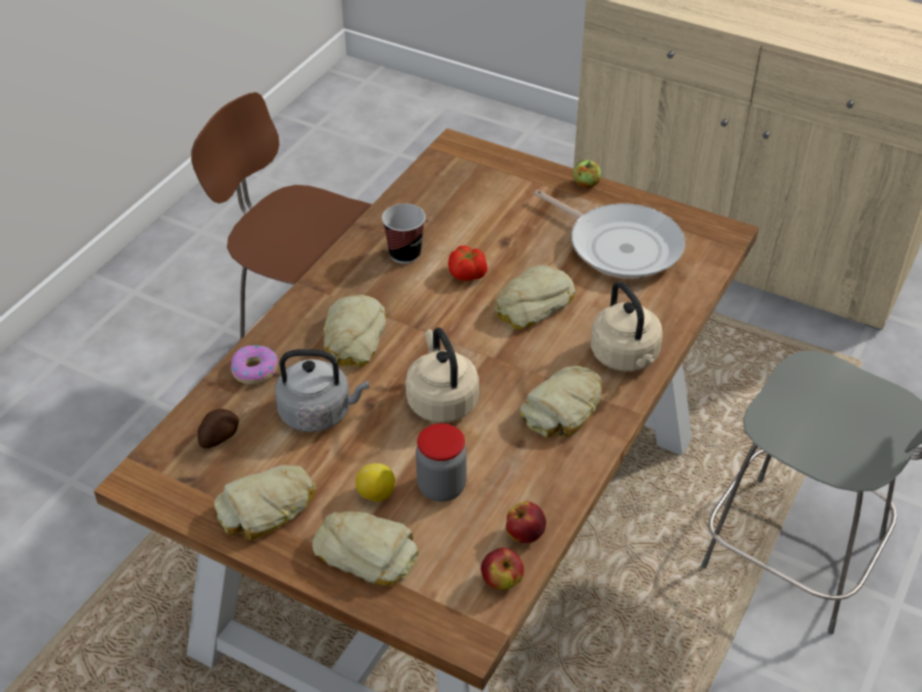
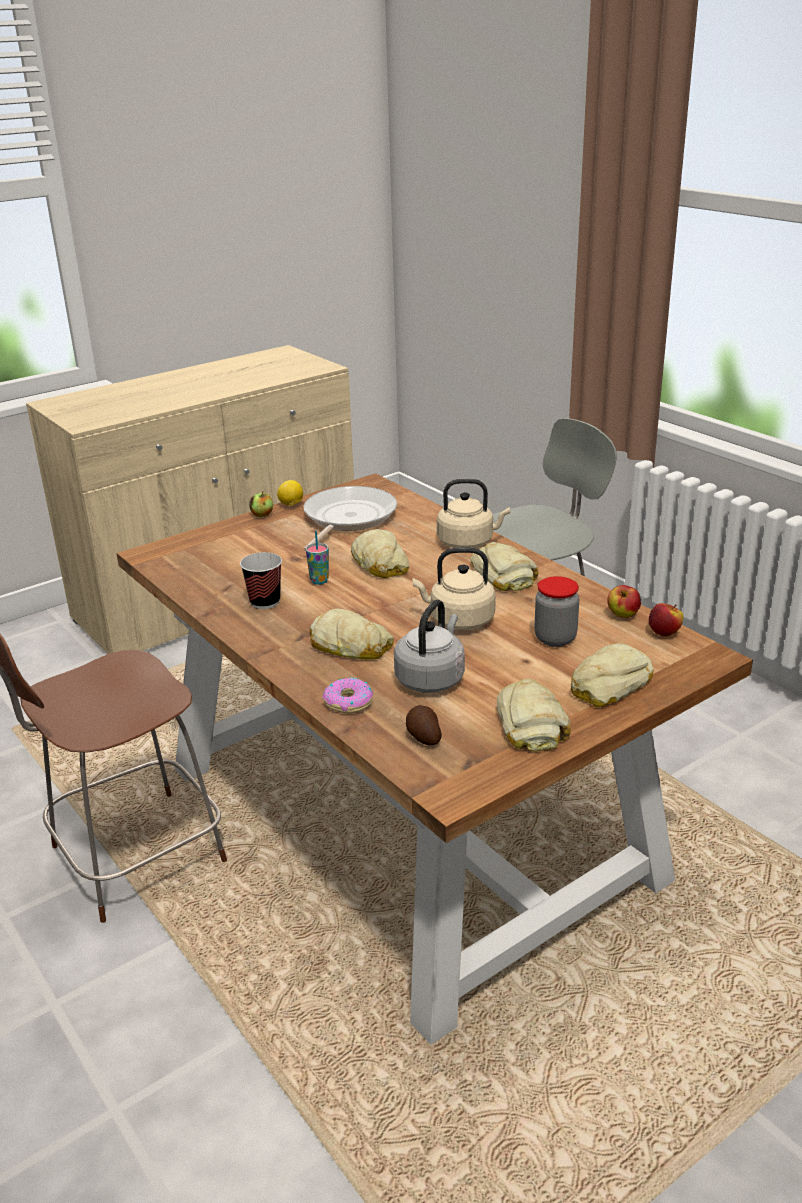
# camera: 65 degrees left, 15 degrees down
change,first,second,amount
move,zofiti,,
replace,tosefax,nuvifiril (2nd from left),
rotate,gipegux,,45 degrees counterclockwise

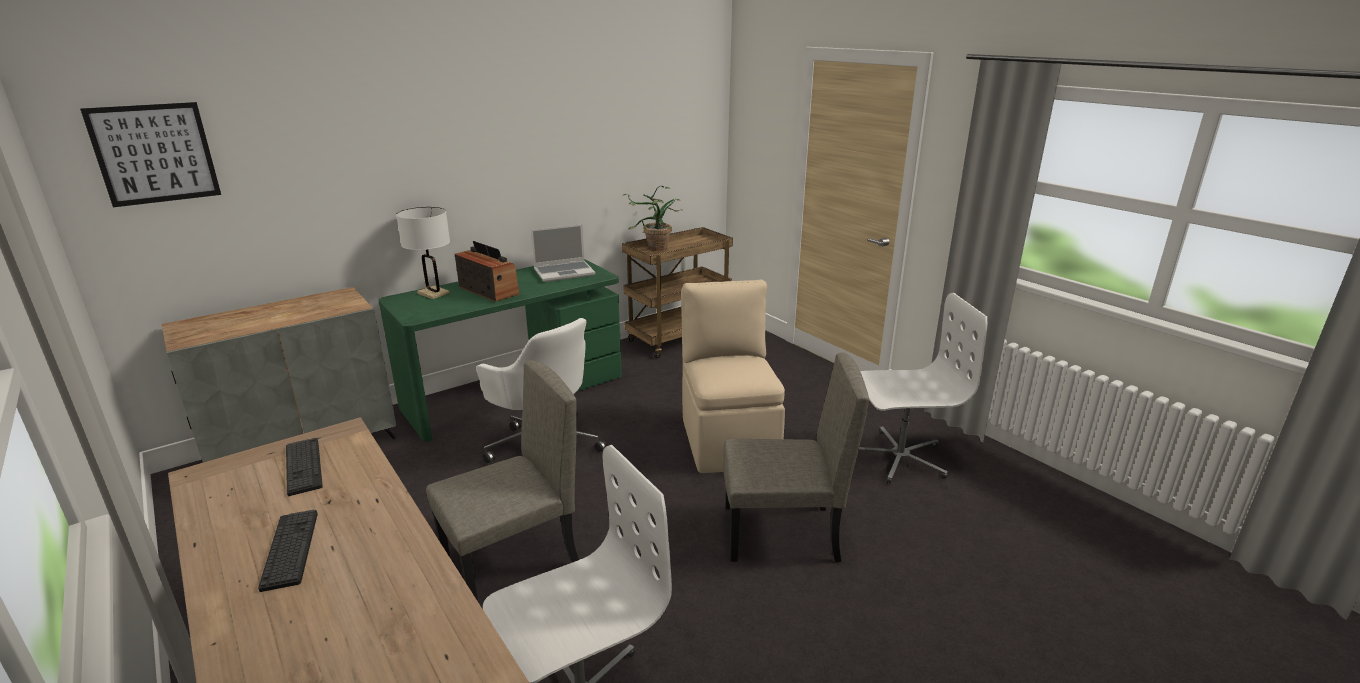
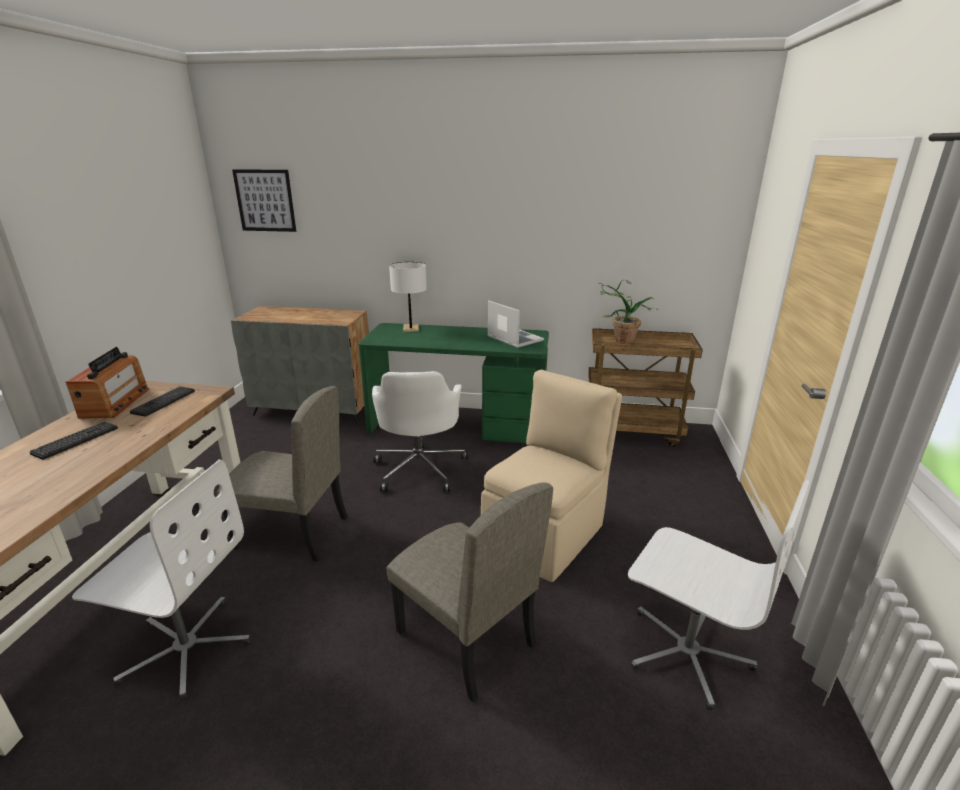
# camera: 45 degrees right, 0 degrees up
change,first,second,amount
move,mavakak,,
rotate,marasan,,150 degrees counterclockwise

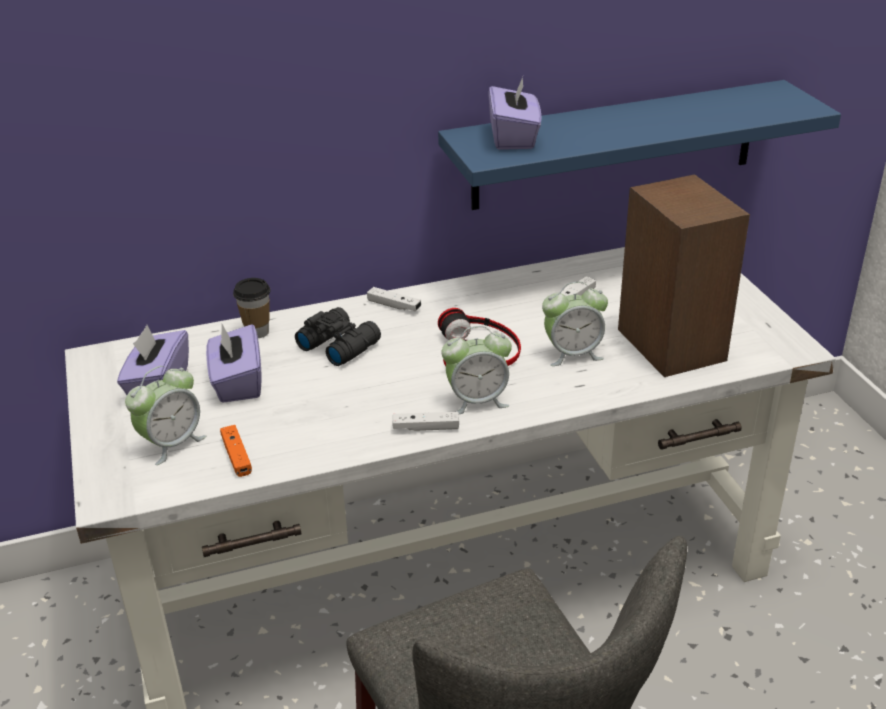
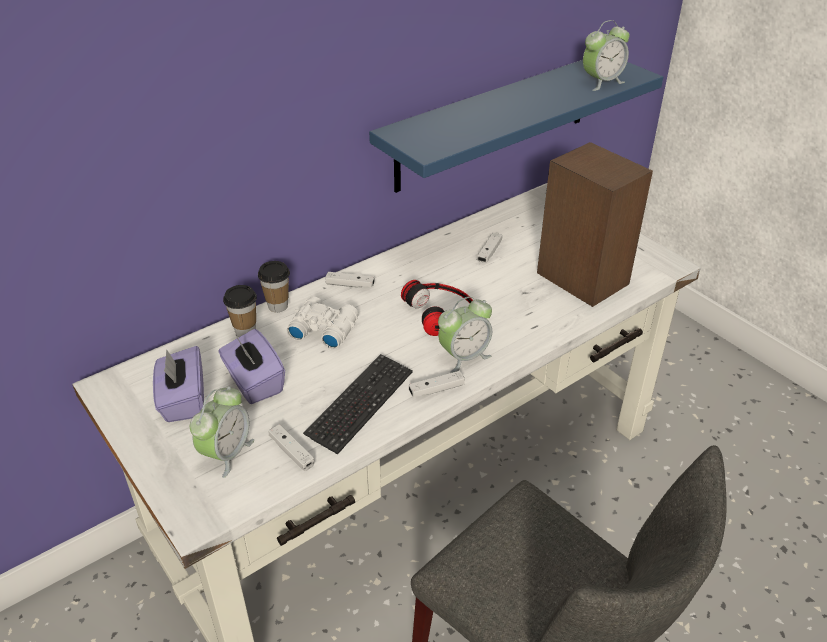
# camera: 20 degrees left, 5 degrees up
change,first,second,amount
delete,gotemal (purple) (3rd from left),,
insert,,nuvifiril (2nd from left),
insert,,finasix,
move,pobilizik (3rd from left),,
recolor,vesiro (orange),vesiro (white) (1st from left),
recolor,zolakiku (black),zolakiku (white),

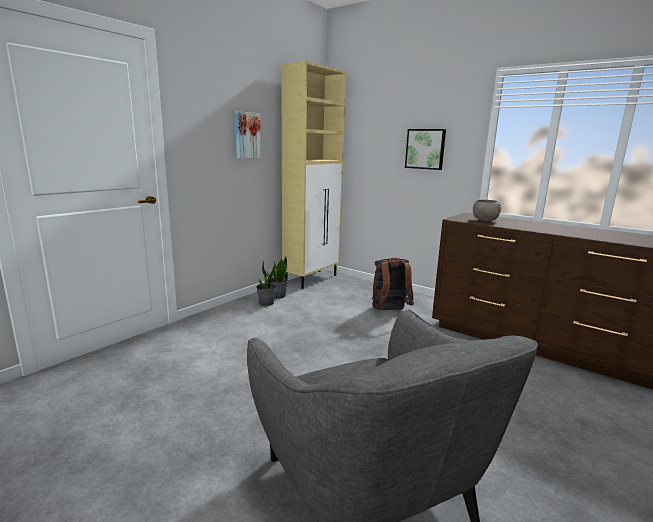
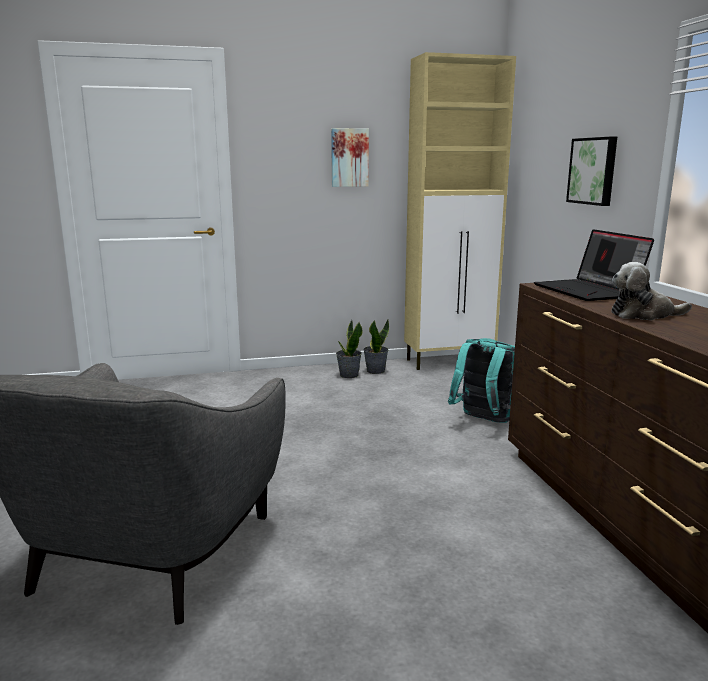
# camera: 40 degrees right, 0 degrees up
change,first,second,amount
insert,,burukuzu,
replace,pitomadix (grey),marasan,
recolor,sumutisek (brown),sumutisek (turquoise),

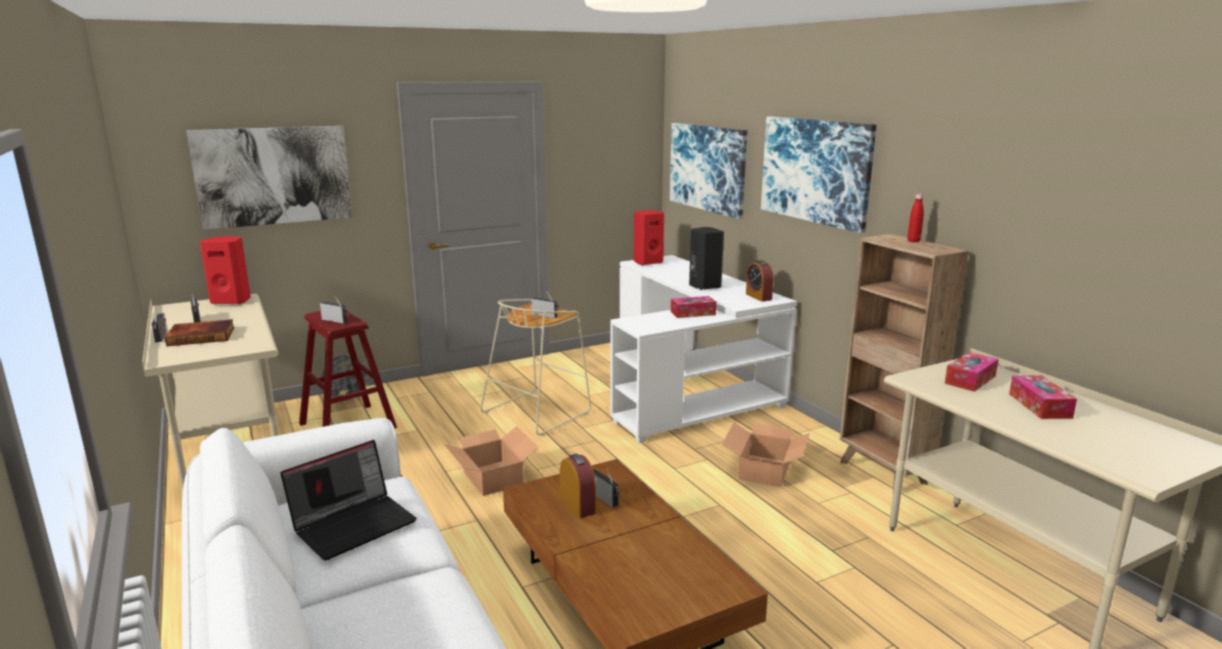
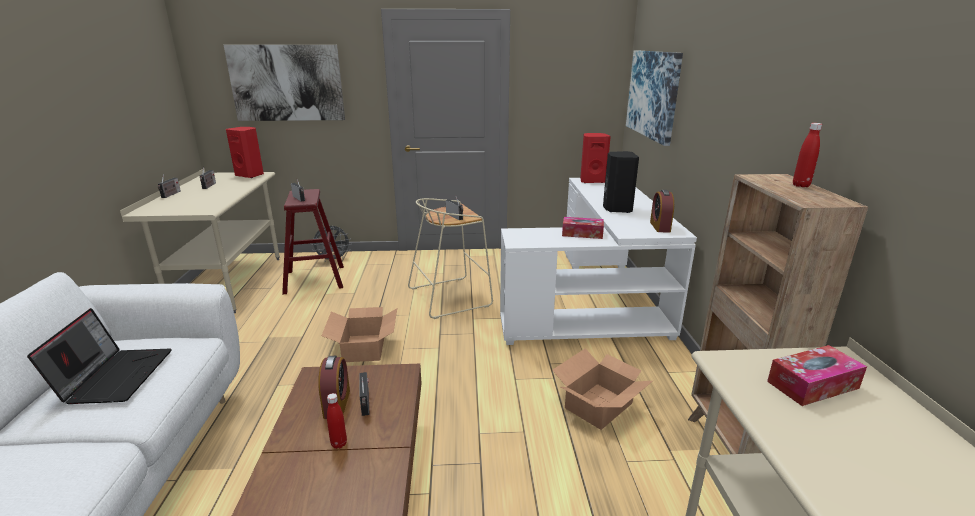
# camera: 25 degrees right, 5 degrees up
change,first,second,amount
delete,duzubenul,,
delete,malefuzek (3rd from left),,
delete,gotemal (3rd from left),,
insert,,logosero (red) (1st from left),
rotate,marasan,,75 degrees counterclockwise

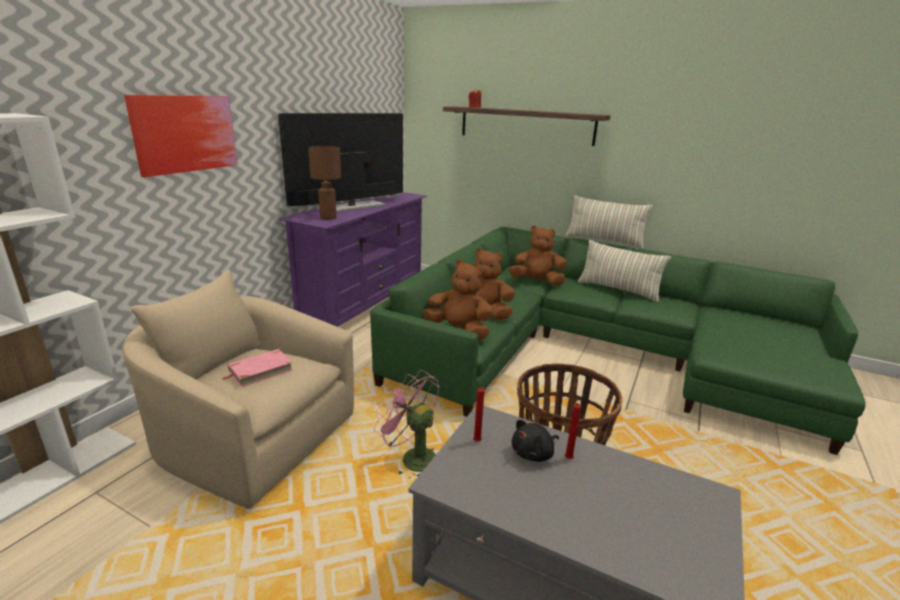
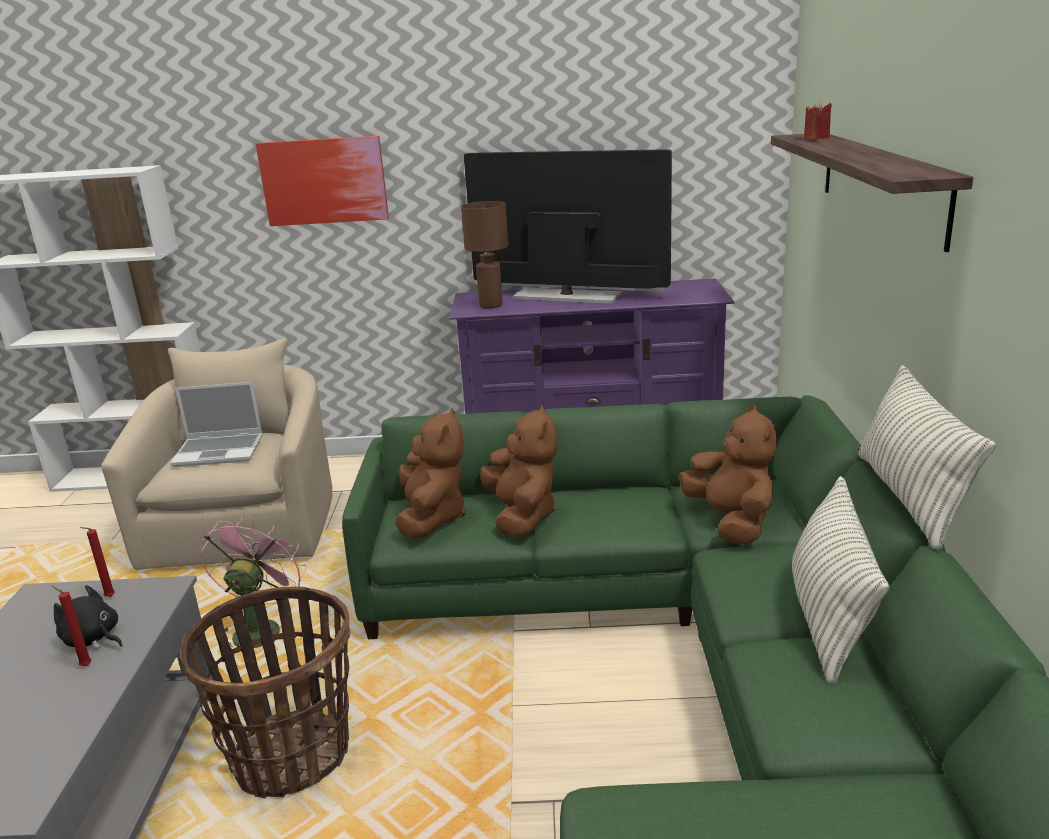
# camera: 65 degrees right, 0 degrees up
change,first,second,amount
replace,duzubenul (pink),marasan,

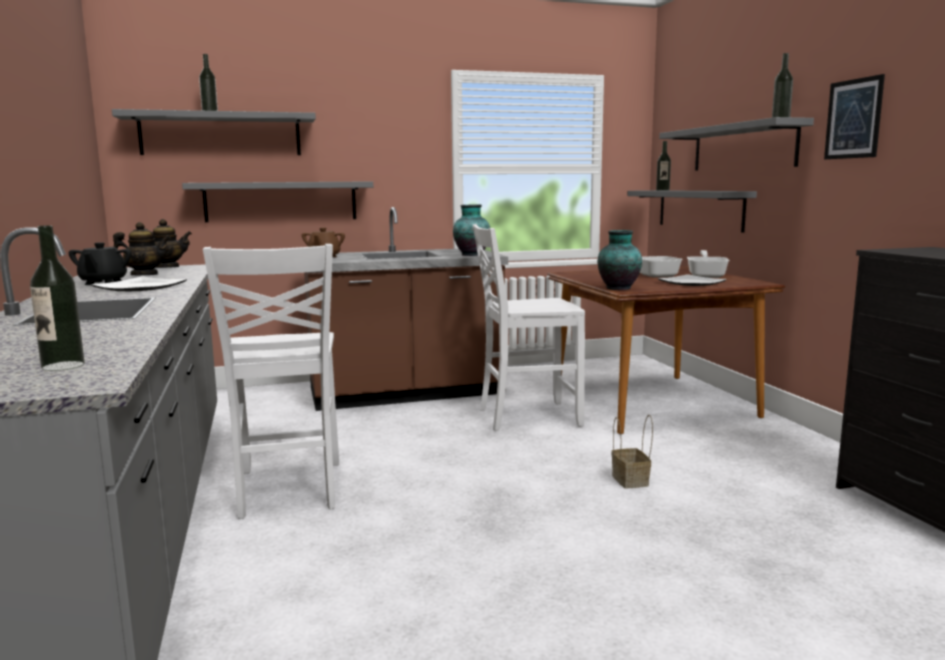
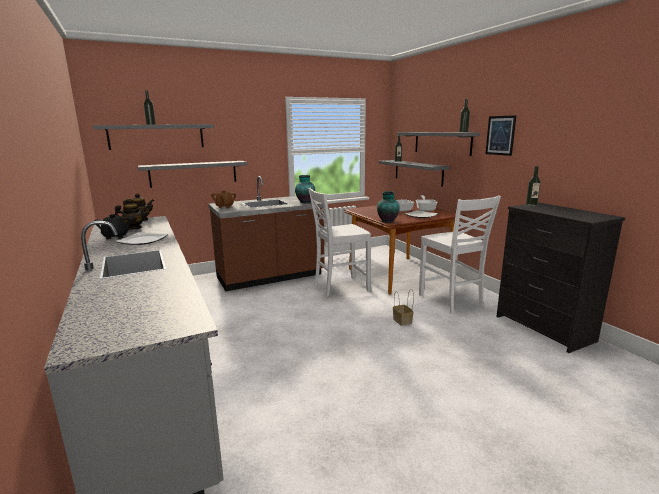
# camera: 10 degrees left, 5 degrees up
change,first,second,amount
move,logosero (1st from left in the first image),logosero (4th from left),
move,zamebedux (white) (1st from left in the first image),zamebedux (white) (2nd from left),

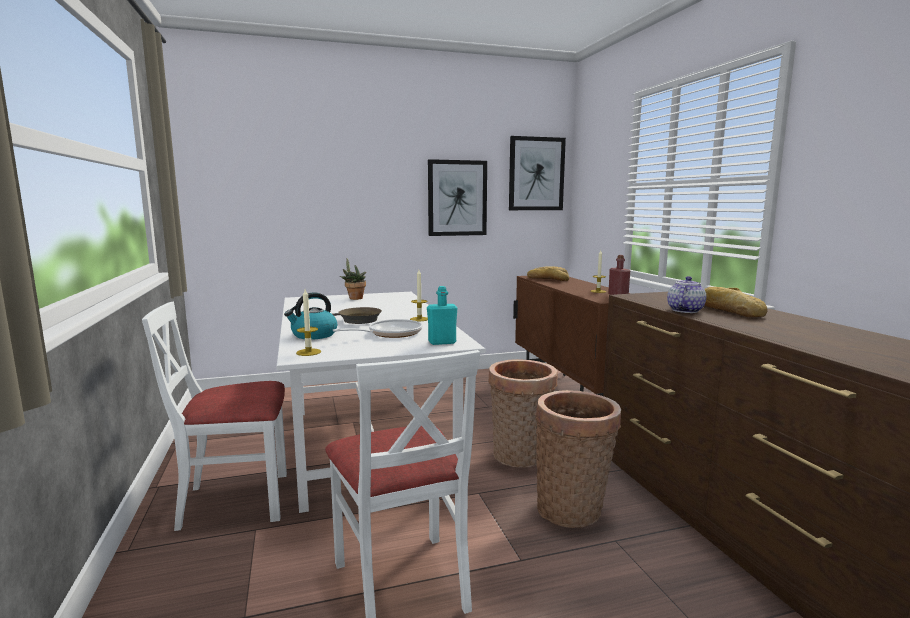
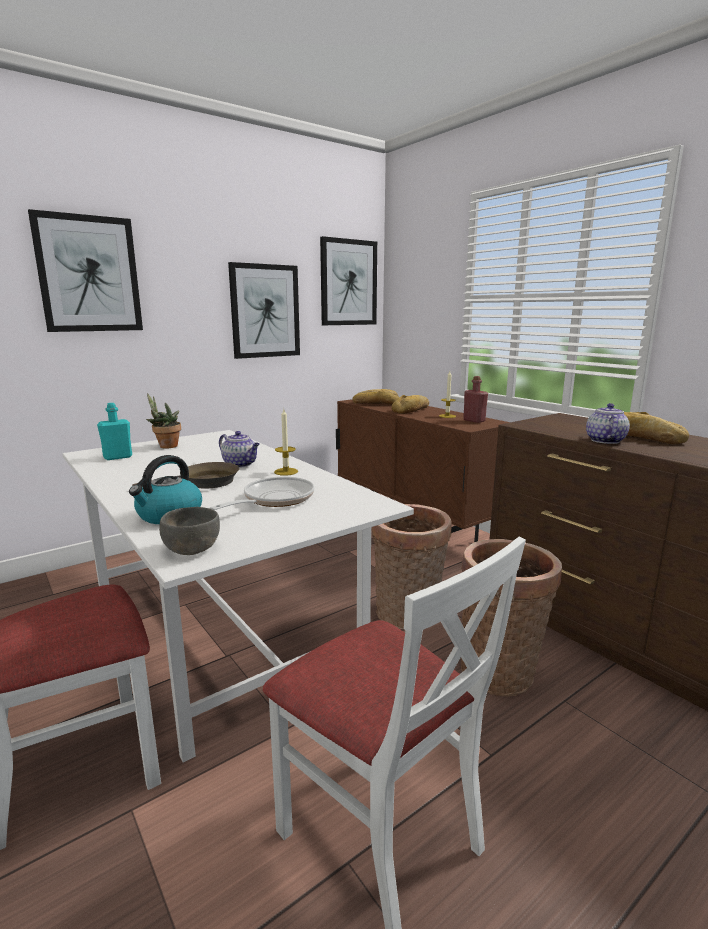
# camera: 20 degrees left, 5 degrees up
change,first,second,amount
insert,,malefuzek (1st from left),
insert,,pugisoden (1st from left),
insert,,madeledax (2nd from left),
move,logosero (turquoise),,
replace,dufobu (1st from left),pitomadix (grey),

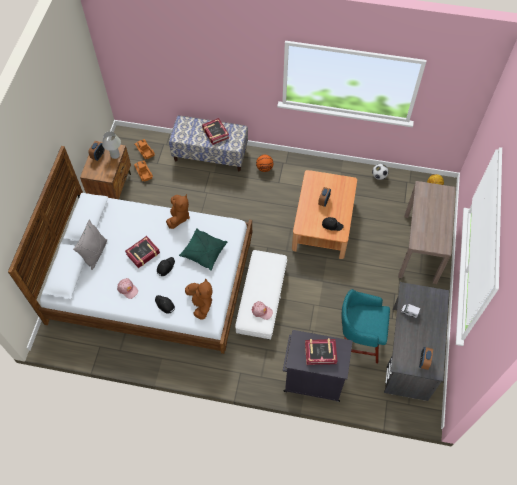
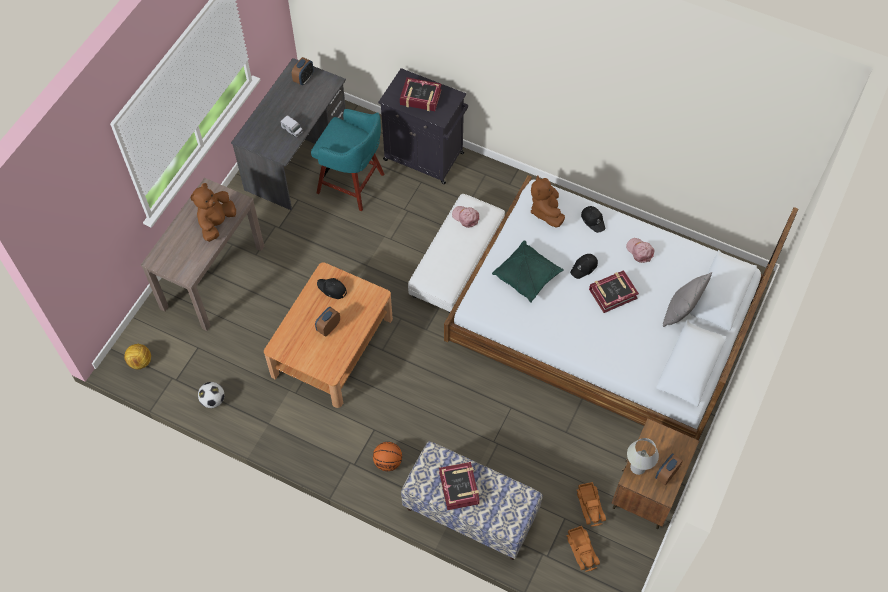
# camera: 165 degrees left, 0 degrees up
change,first,second,amount
move,burukuzu (brown) (1st from left),,

